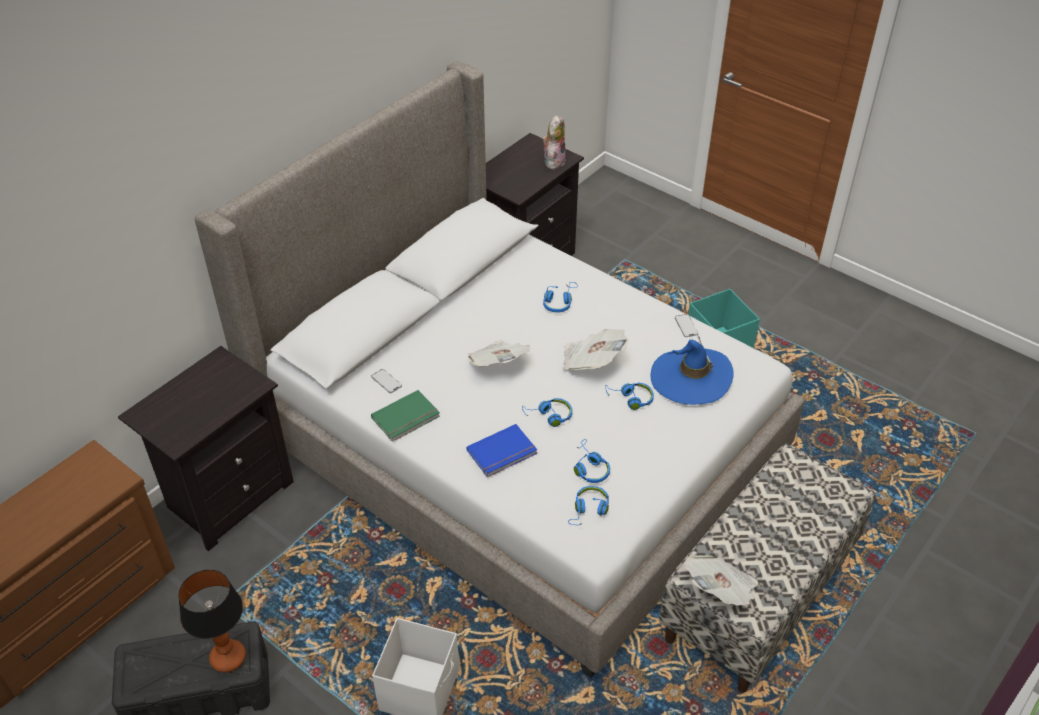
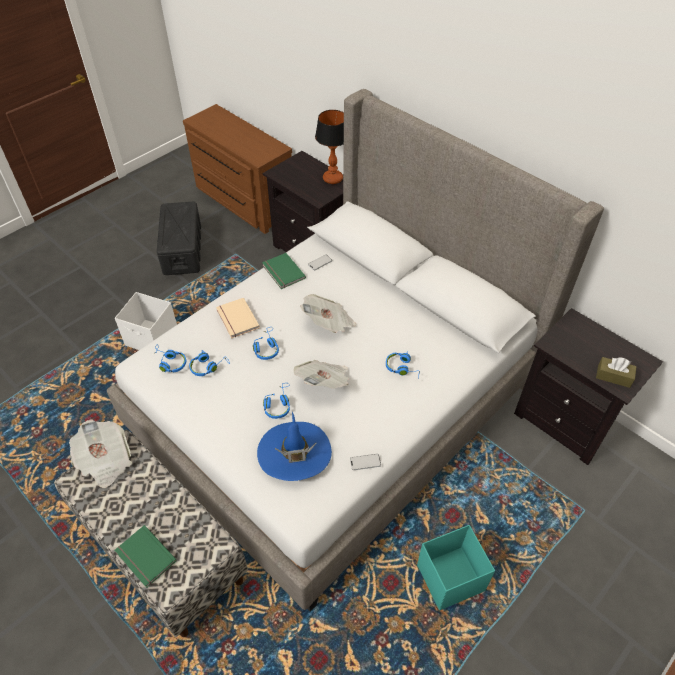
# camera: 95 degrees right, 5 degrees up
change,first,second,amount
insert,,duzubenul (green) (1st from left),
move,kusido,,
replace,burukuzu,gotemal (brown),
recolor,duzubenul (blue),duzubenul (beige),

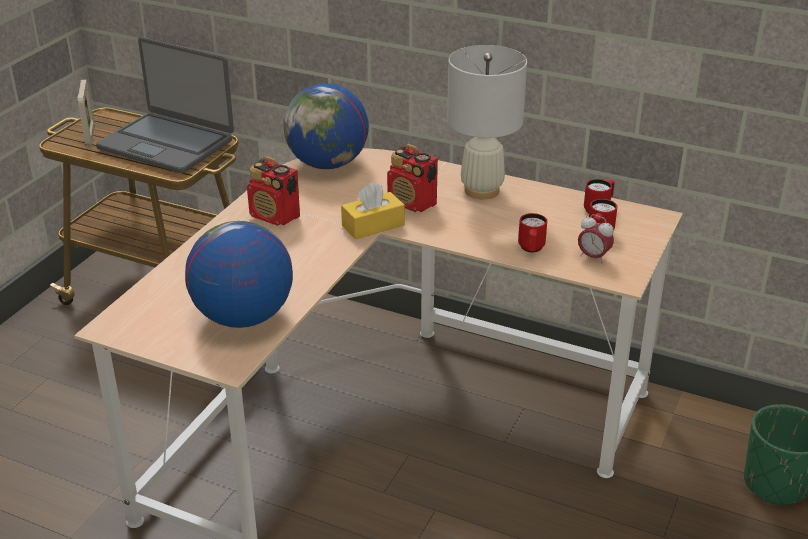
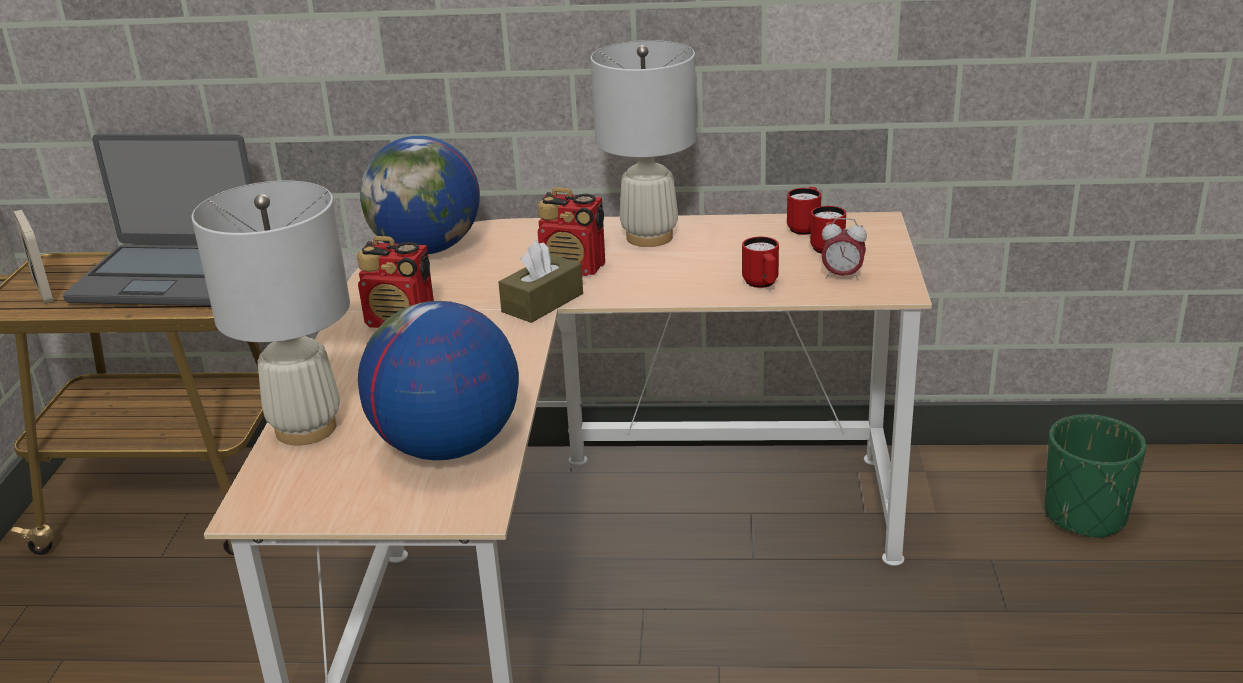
# camera: 20 degrees left, 5 degrees down
change,first,second,amount
insert,,kusido (white) (1st from left),
recolor,gotemal (yellow),gotemal (brown),

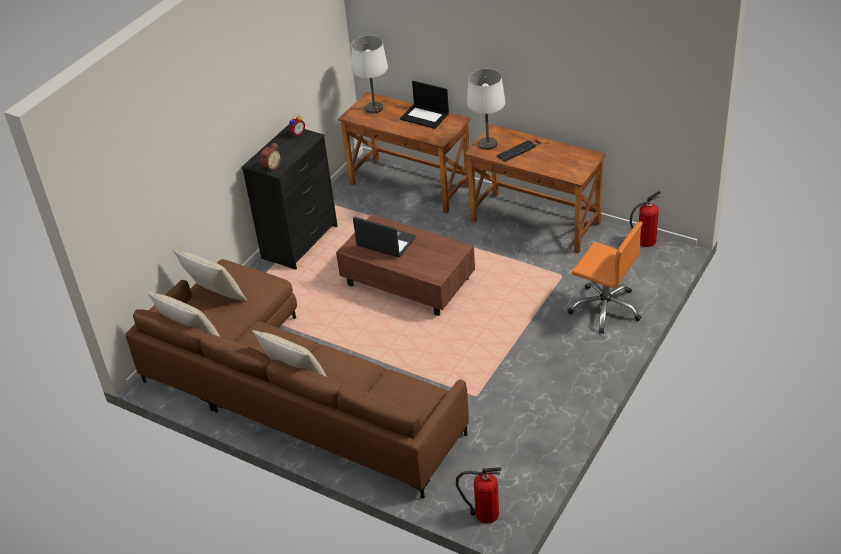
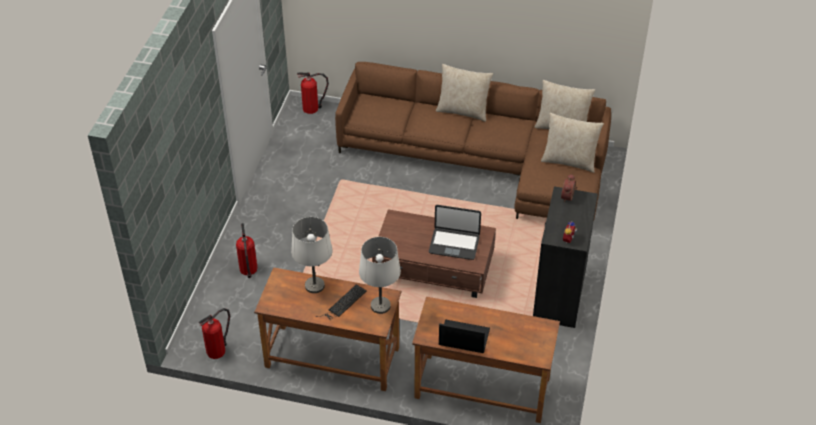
# camera: 160 degrees right, 5 degrees up
change,first,second,amount
move,kusido (white) (1st from left),,
replace,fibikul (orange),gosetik (2nd from left),

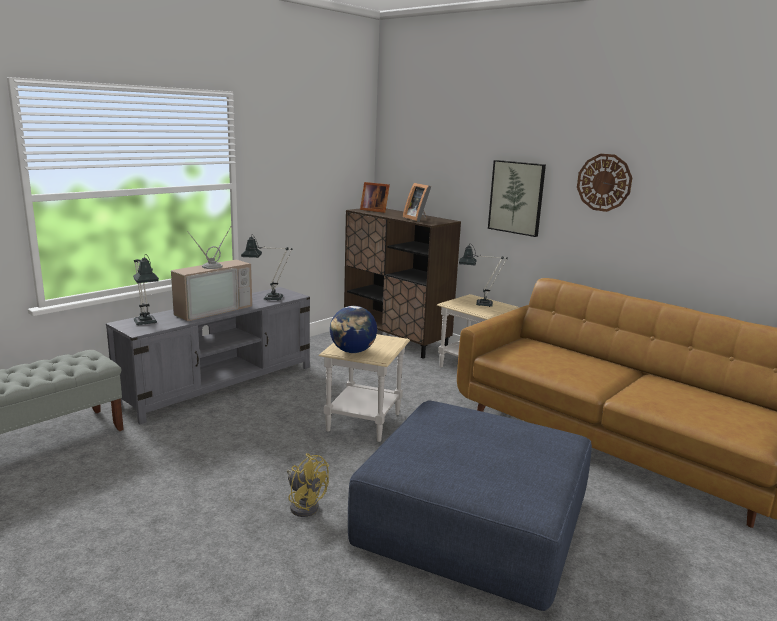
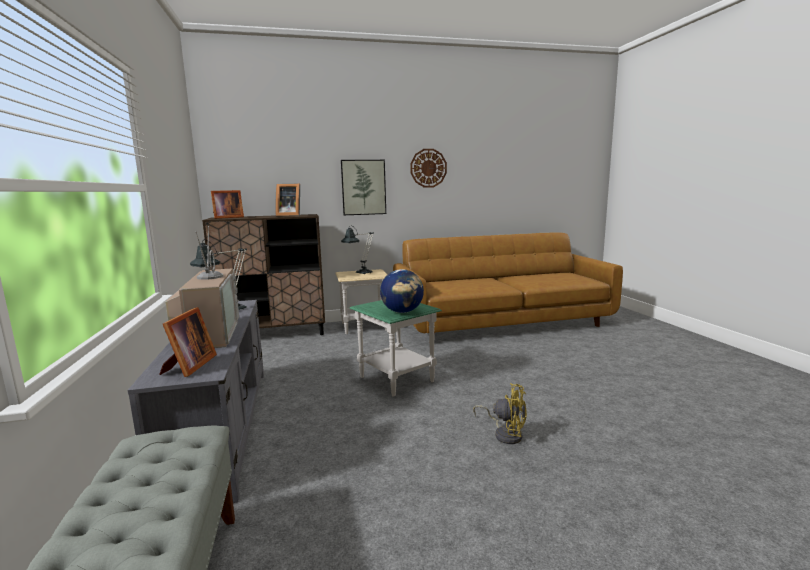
# camera: 55 degrees left, 5 degrees down
change,first,second,amount
delete,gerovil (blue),,
replace,kusido (1st from left),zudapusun (1st from left),
recolor,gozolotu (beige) (1st from left),gozolotu (green),
rotate,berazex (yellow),,45 degrees clockwise

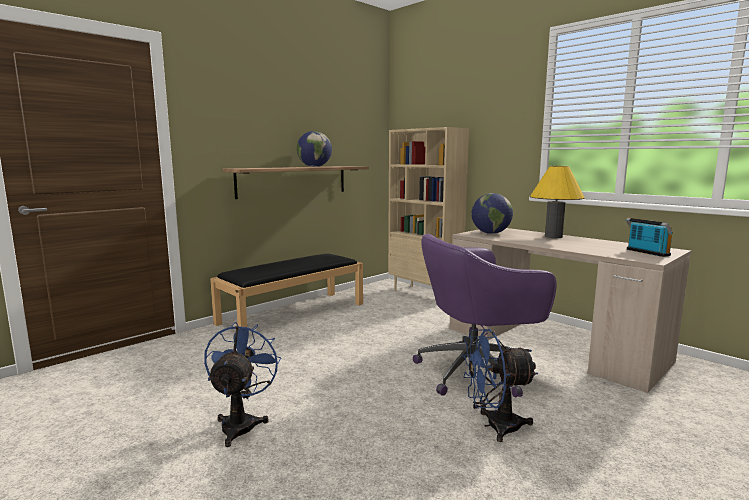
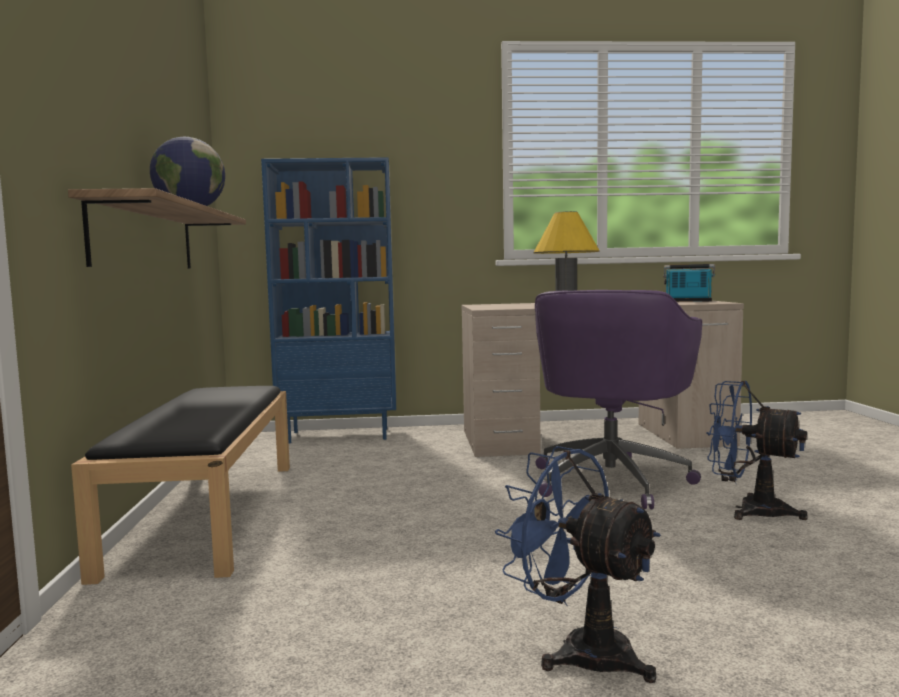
# camera: 50 degrees left, 5 degrees down
change,first,second,amount
delete,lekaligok (2nd from left),,
recolor,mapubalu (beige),mapubalu (blue),
rotate,berazex (blue) (2nd from left),,90 degrees clockwise

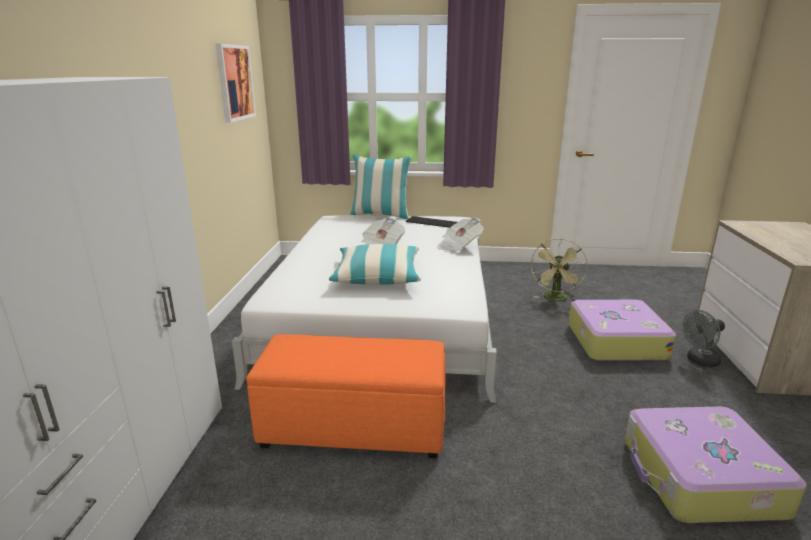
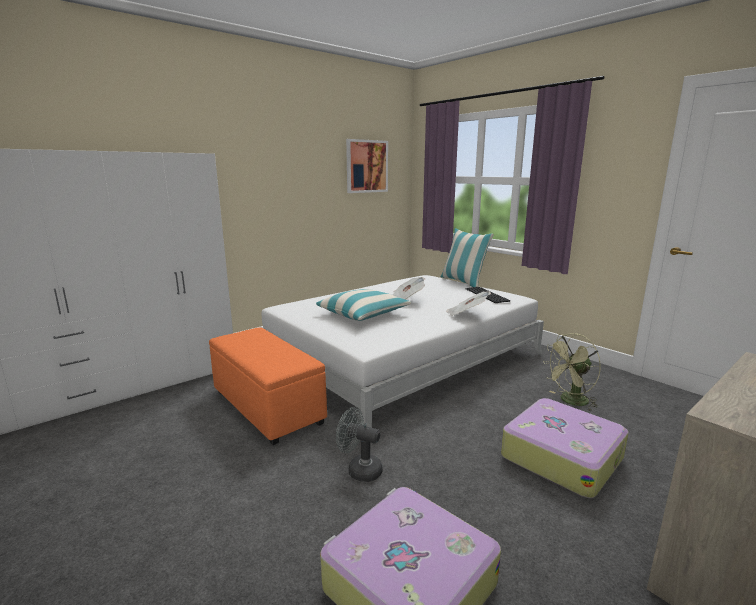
# camera: 45 degrees right, 5 degrees down
change,first,second,amount
move,berazex (grey),,

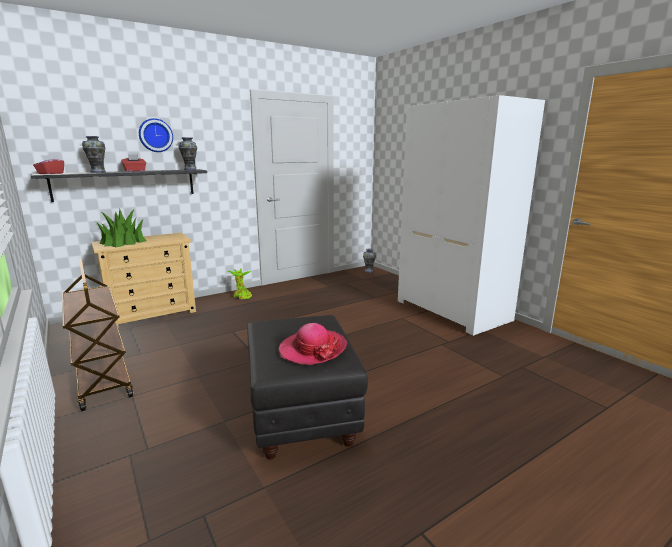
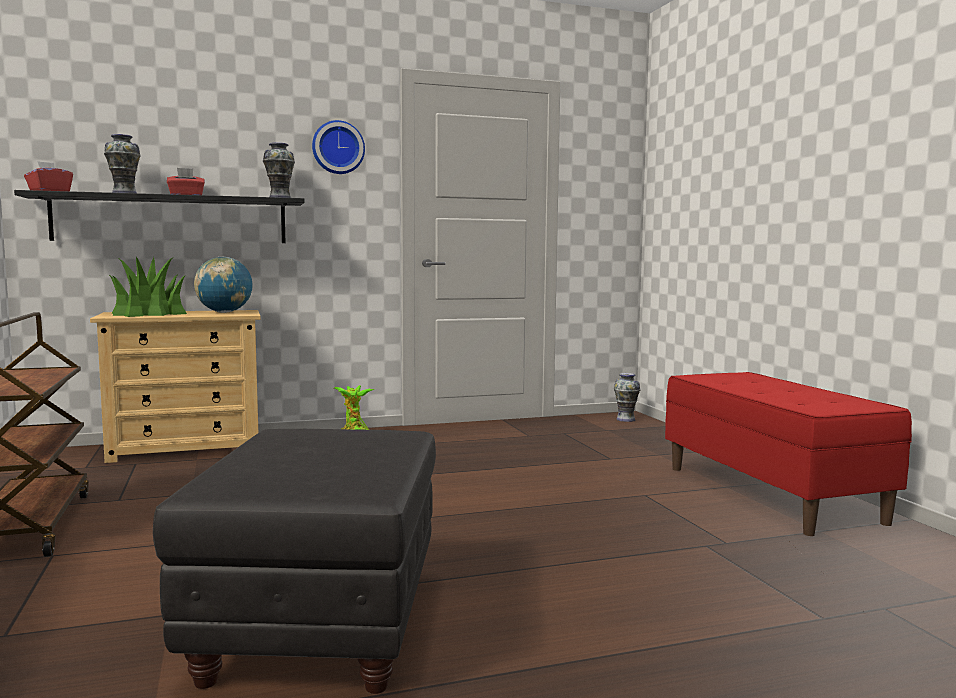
# camera: 15 degrees right, 10 degrees down
change,first,second,amount
delete,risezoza,,
insert,,lekaligok,
move,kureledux,,
replace,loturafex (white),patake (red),

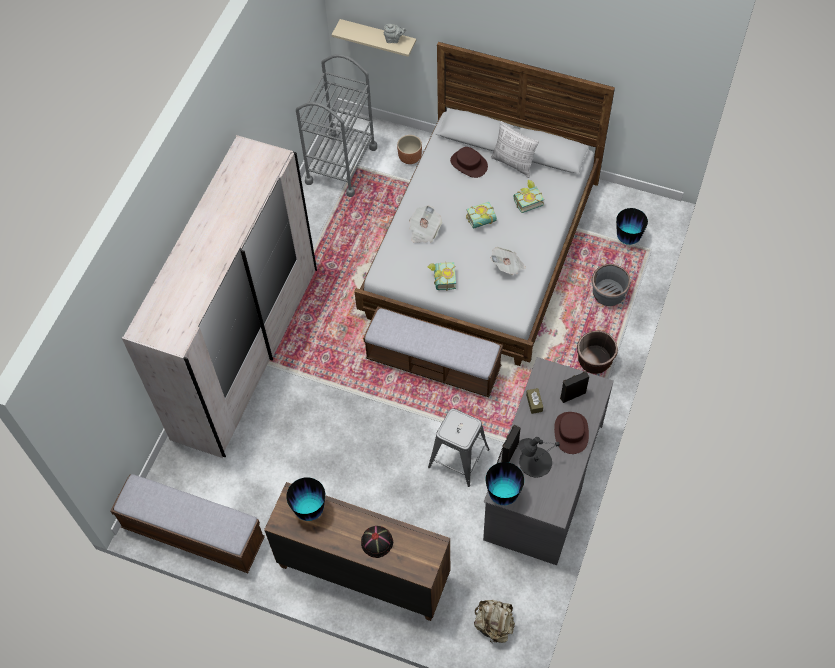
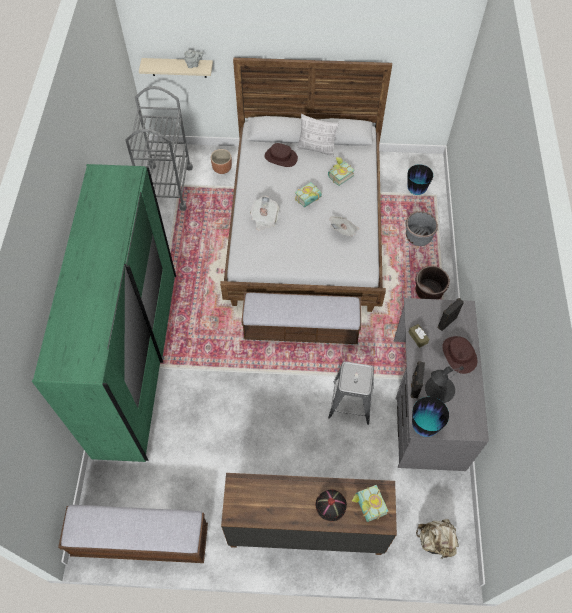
# camera: 20 degrees left, 0 degrees up
change,first,second,amount
delete,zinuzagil (1st from left),,
move,duzubenul (1st from left in the first image),duzubenul (3rd from left),
recolor,loturafex (white),loturafex (green),

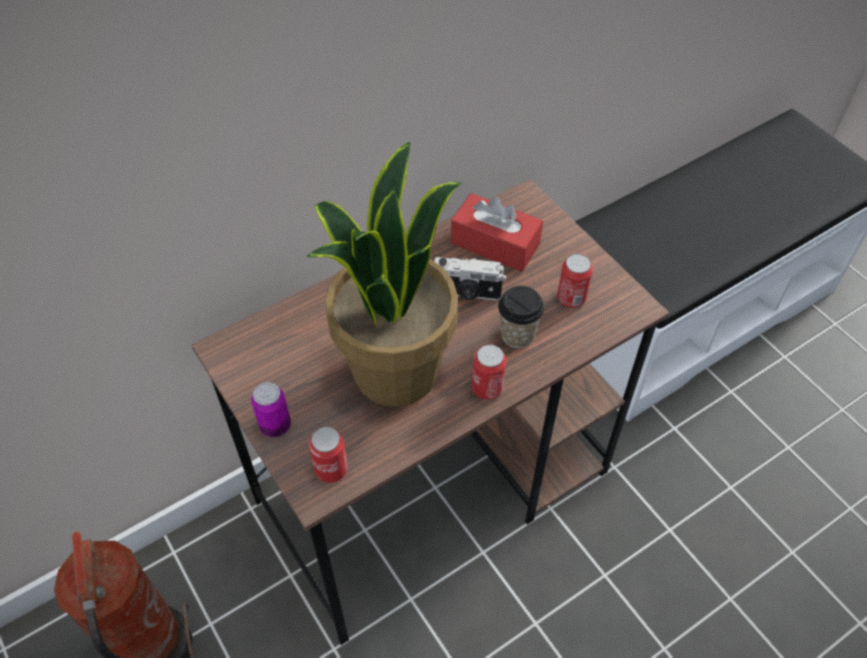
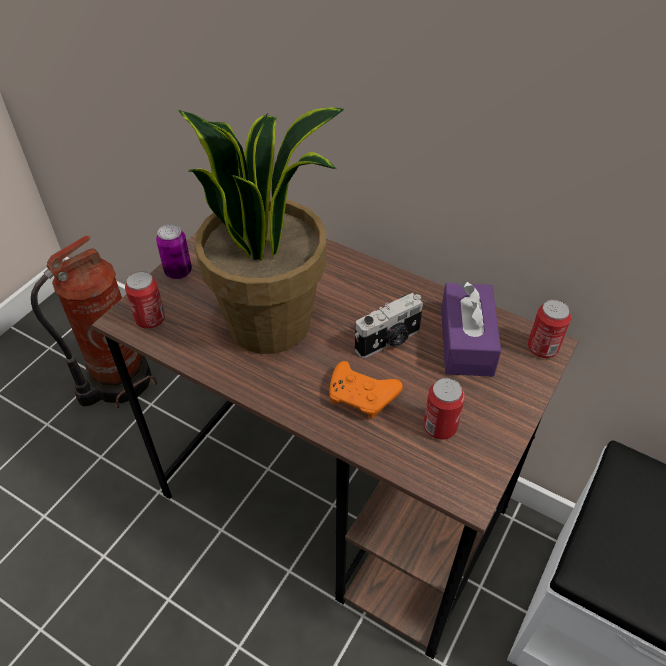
# camera: 65 degrees right, 5 degrees down
change,first,second,amount
move,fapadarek (3rd from left in the first image),fapadarek (4th from left),
replace,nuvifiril,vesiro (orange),
recolor,gotemal (red),gotemal (purple),
rotate,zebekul,,105 degrees counterclockwise

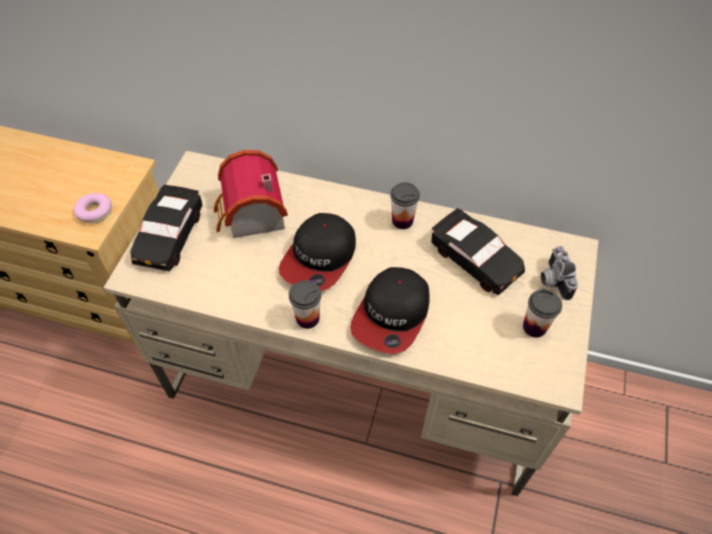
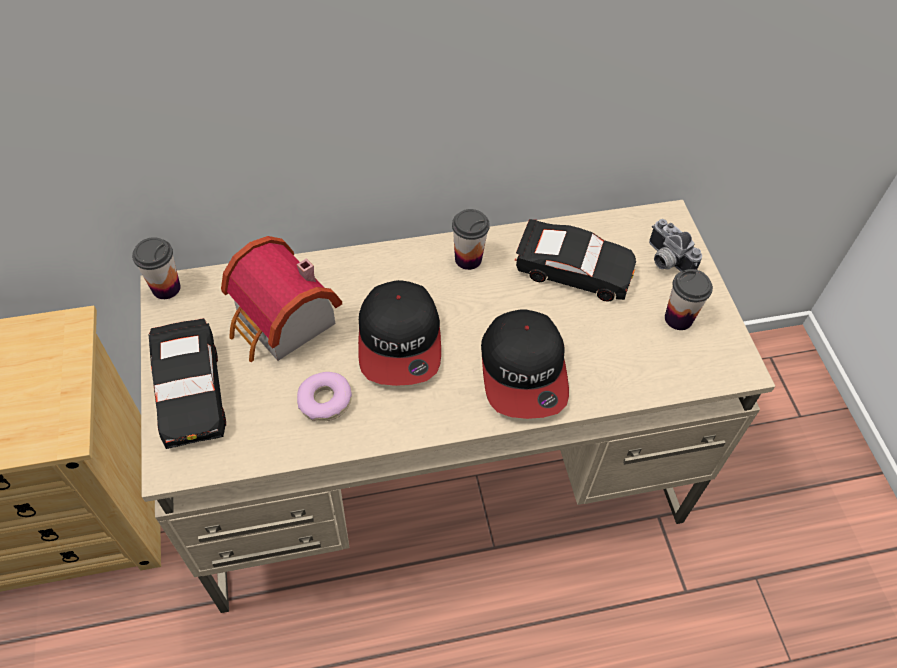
# camera: 30 degrees left, 0 degrees up
change,first,second,amount
move,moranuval,,
move,nuvifiril (1st from left),,

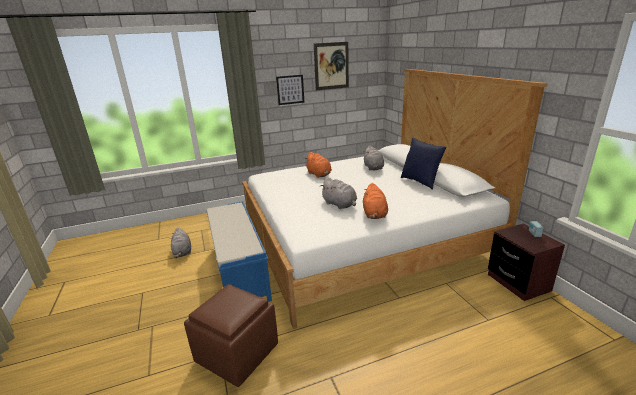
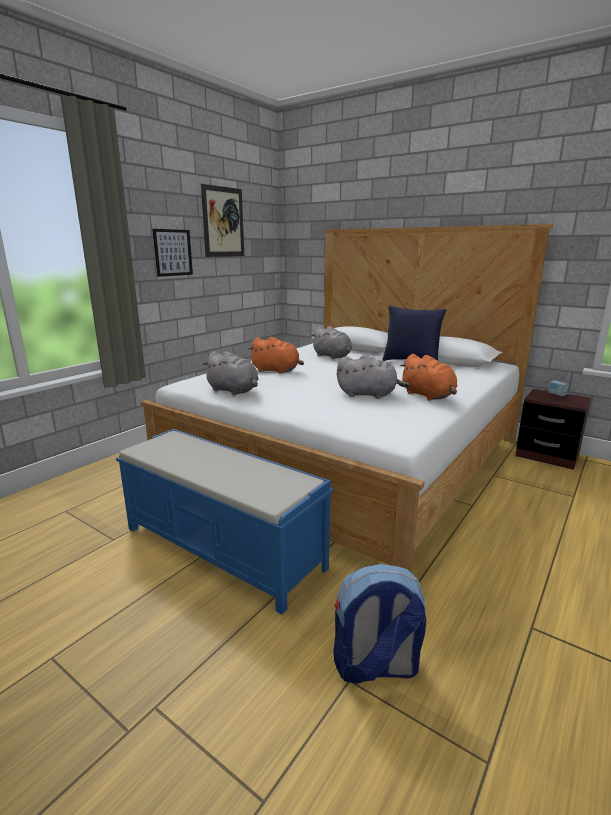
# camera: 35 degrees left, 5 degrees down
change,first,second,amount
move,burukuzu (grey) (1st from left),,
replace,gerovil (brown),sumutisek,

